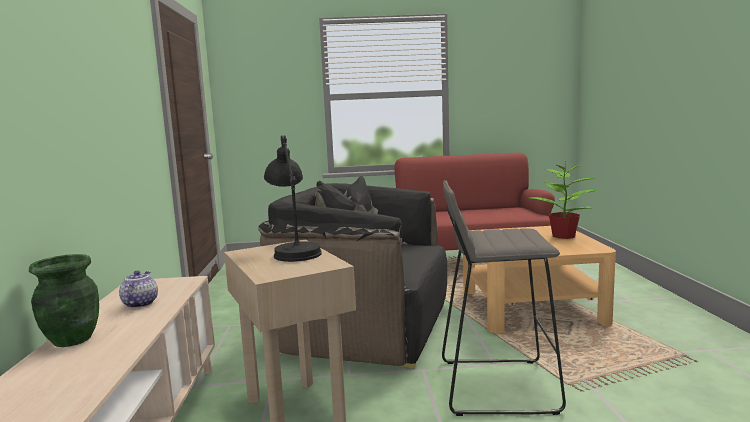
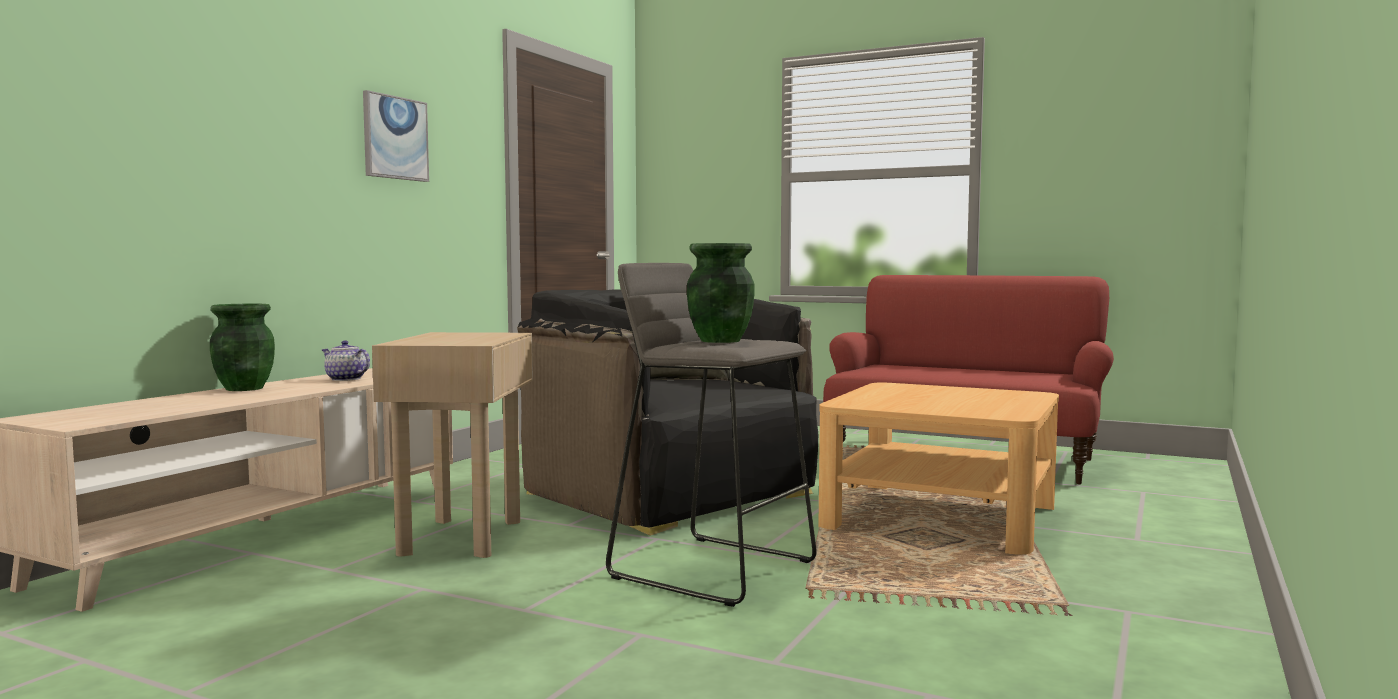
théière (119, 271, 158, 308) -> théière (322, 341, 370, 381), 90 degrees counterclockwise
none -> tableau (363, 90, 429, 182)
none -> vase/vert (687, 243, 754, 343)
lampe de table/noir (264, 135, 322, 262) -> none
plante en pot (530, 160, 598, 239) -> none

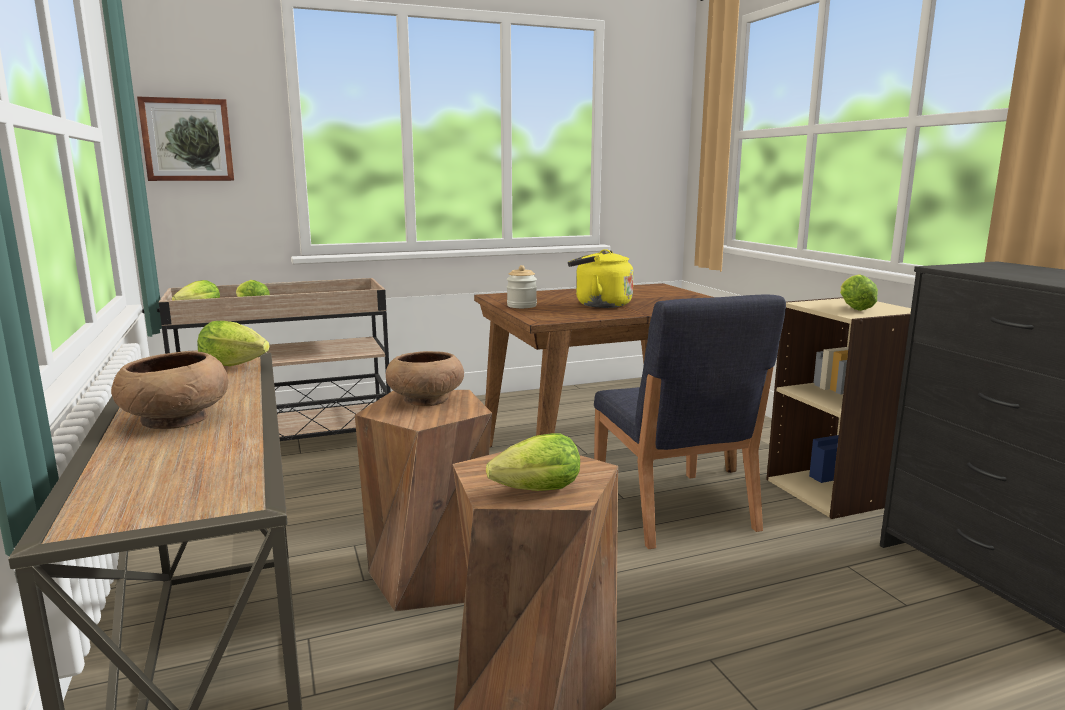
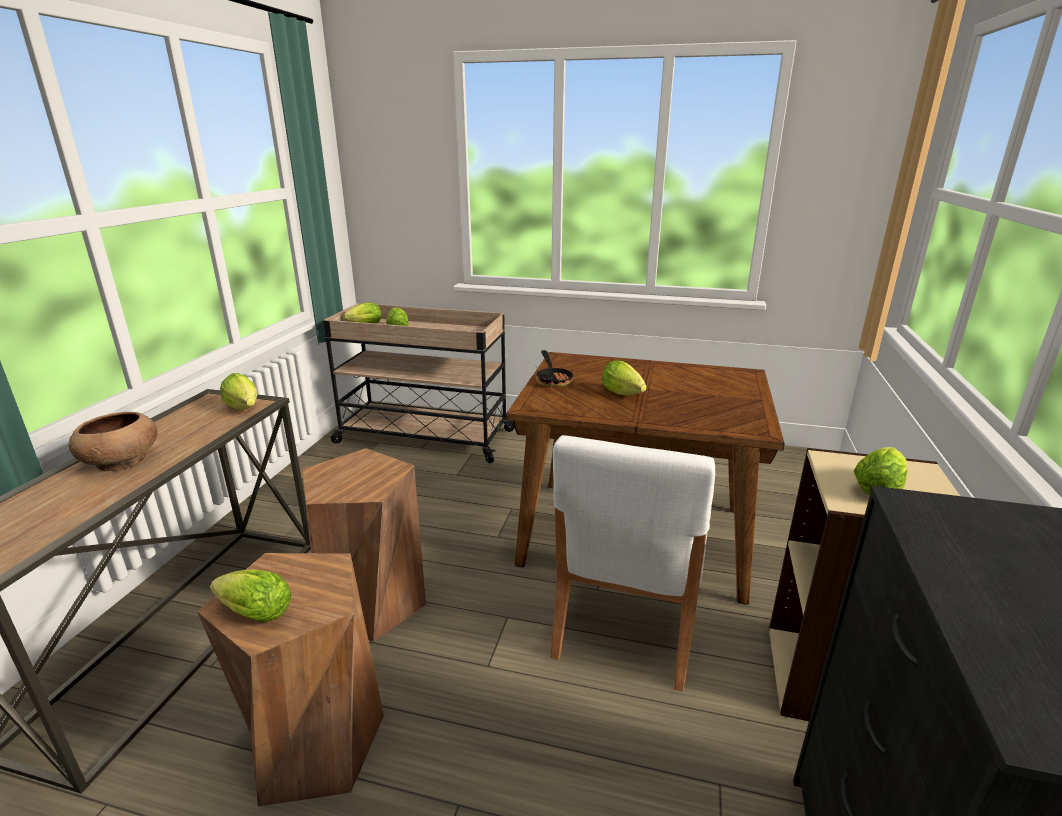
bocal (507, 265, 537, 308) -> poêle (535, 350, 573, 387)
chaise/bleu (594, 295, 786, 549) -> chaise/blanc (551, 435, 715, 692)
bouilloire/jaune (568, 249, 634, 308) -> laitue (601, 360, 647, 396)
tableau (137, 96, 234, 181) -> none
bol/marron (386, 351, 464, 406) -> none

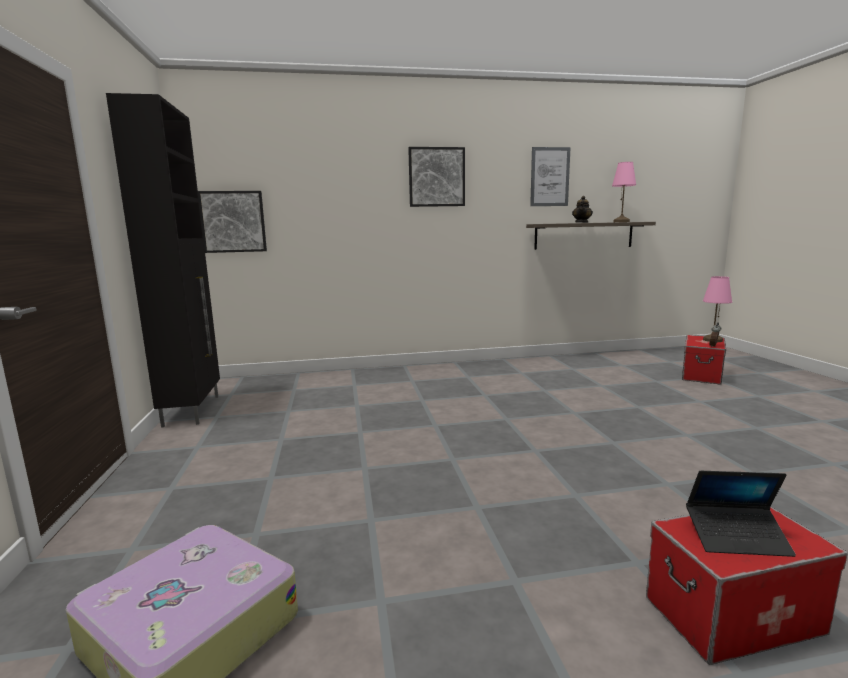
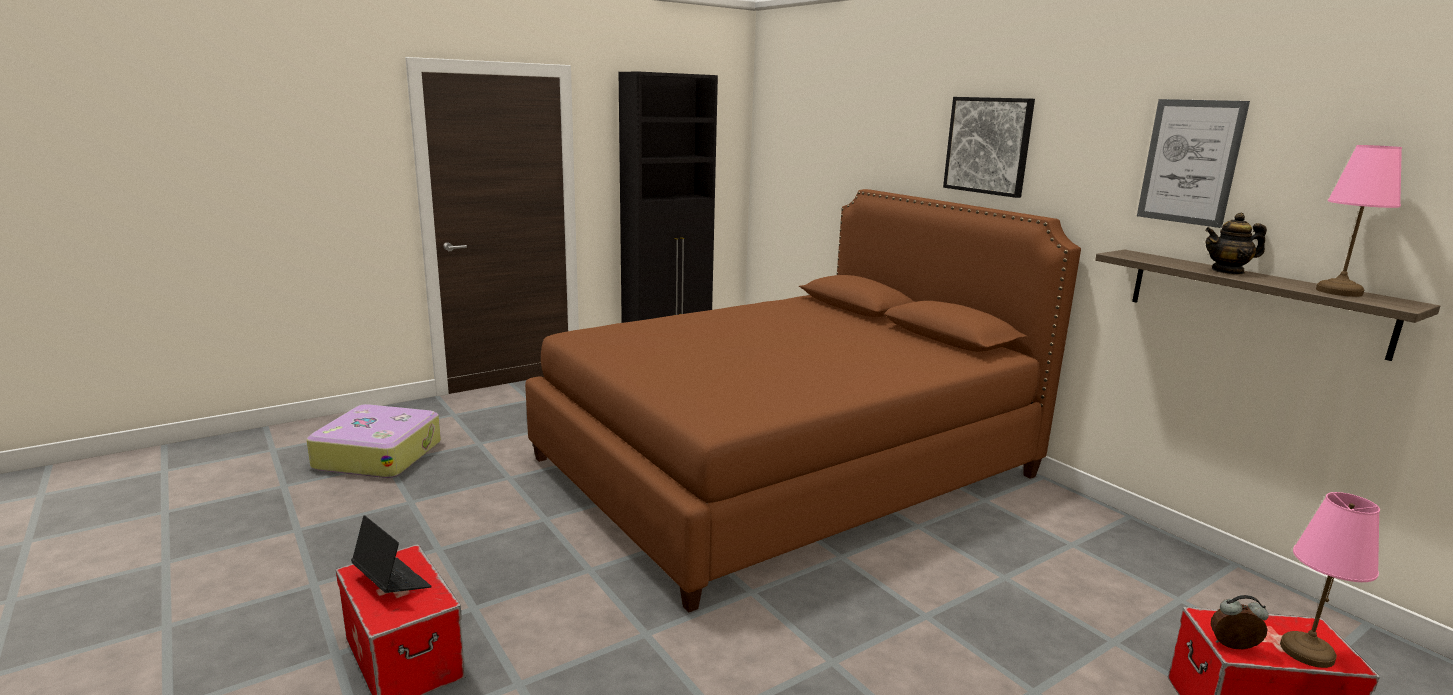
ordinateur portable (686, 471, 796, 557) -> ordinateur portable (351, 515, 432, 593), 150 degrees clockwise
none -> lit/marron (525, 189, 1081, 613)
tableau (198, 191, 267, 253) -> none

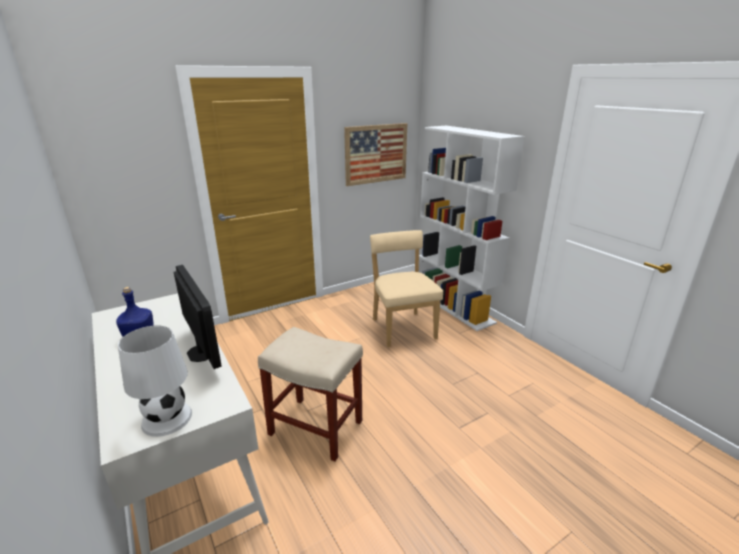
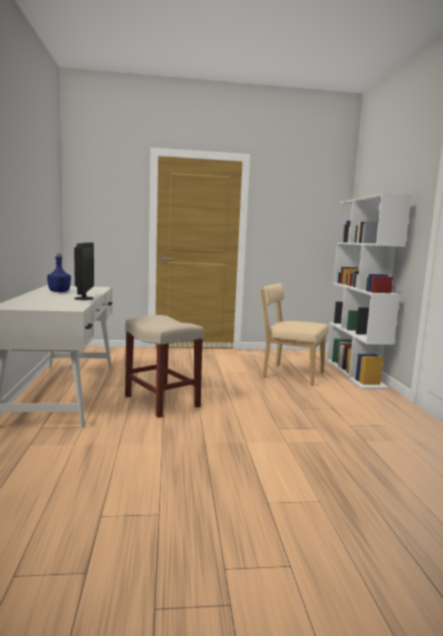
chaise/beige (370, 230, 443, 347) -> chaise/beige (261, 283, 328, 386), 75 degrees counterclockwise
lampe de table/blanc (118, 325, 192, 437) -> none
tableau (344, 123, 407, 186) -> none

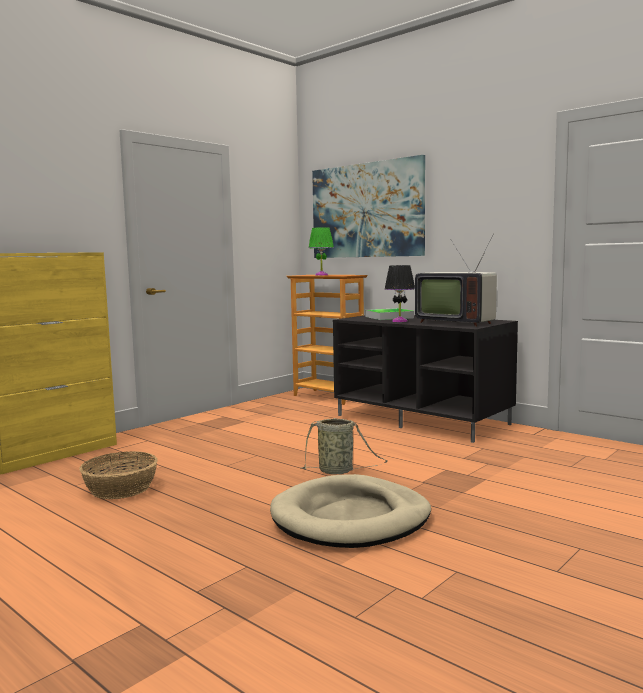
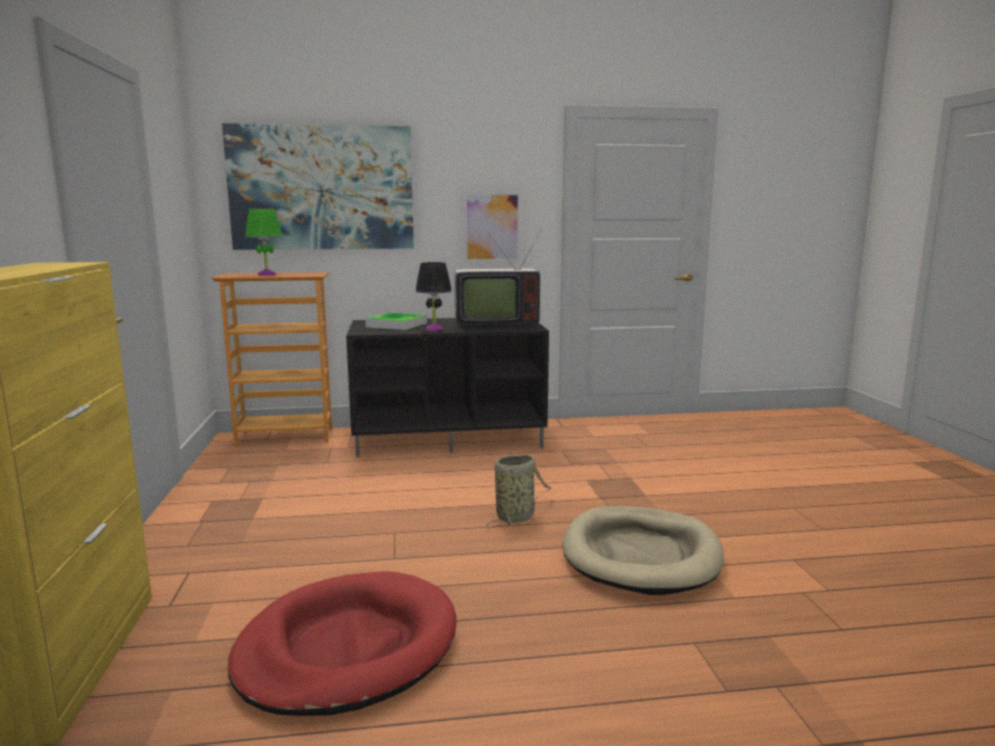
panier (79, 451, 158, 499) -> panier pour chien/rouge (228, 571, 457, 716)
none -> tableau (463, 192, 521, 262)

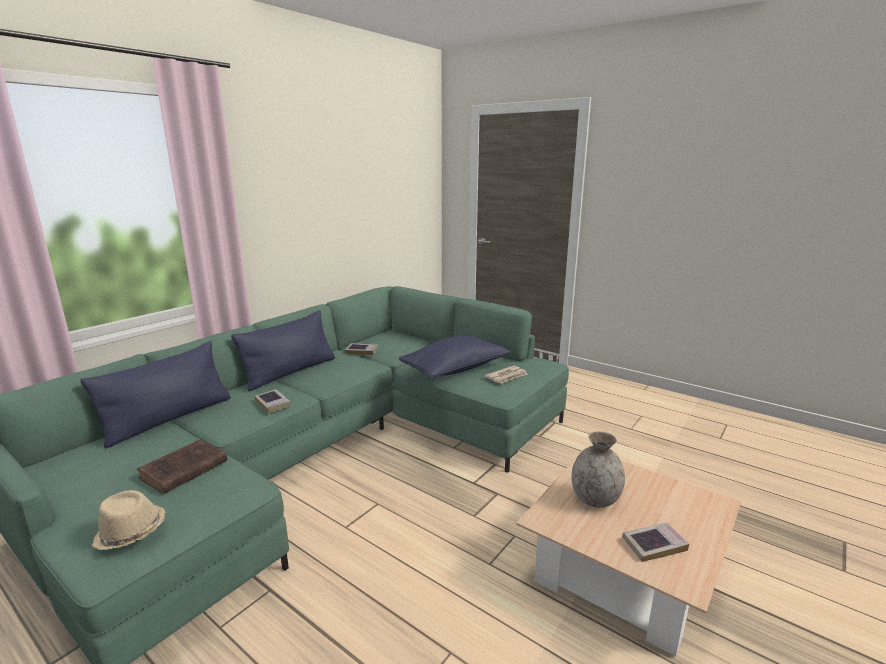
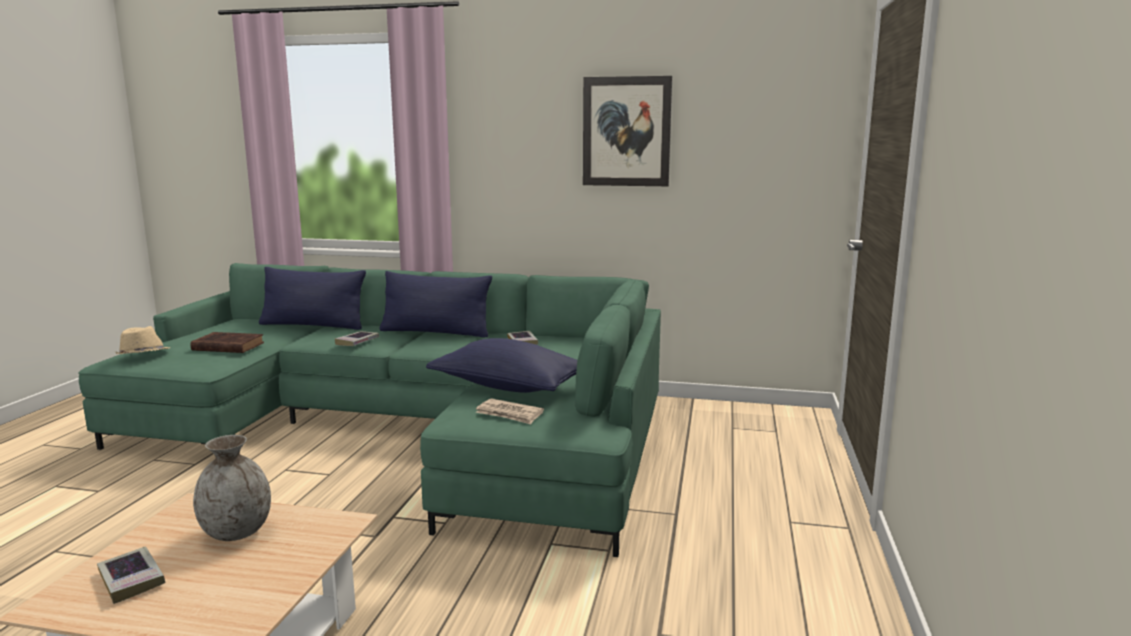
none -> tableau (583, 76, 672, 186)

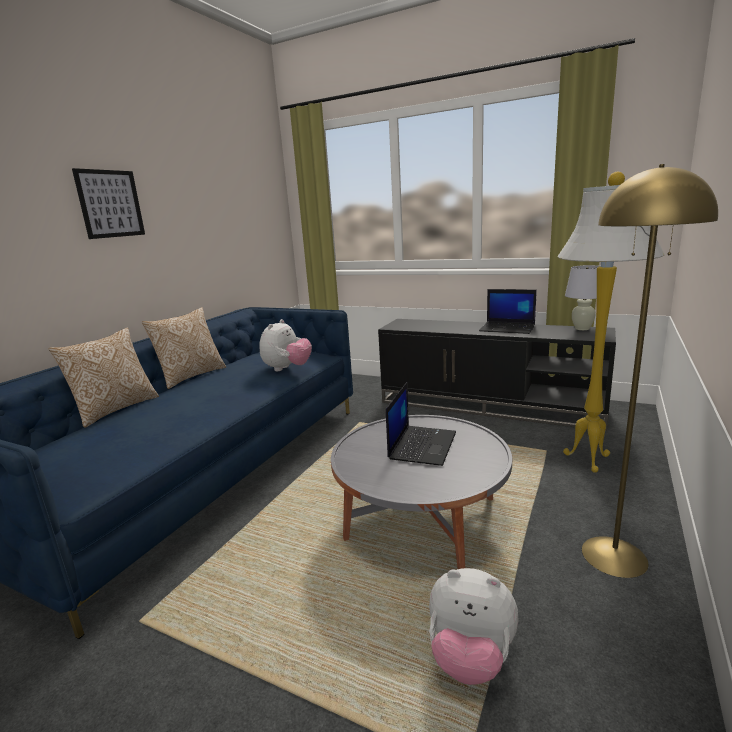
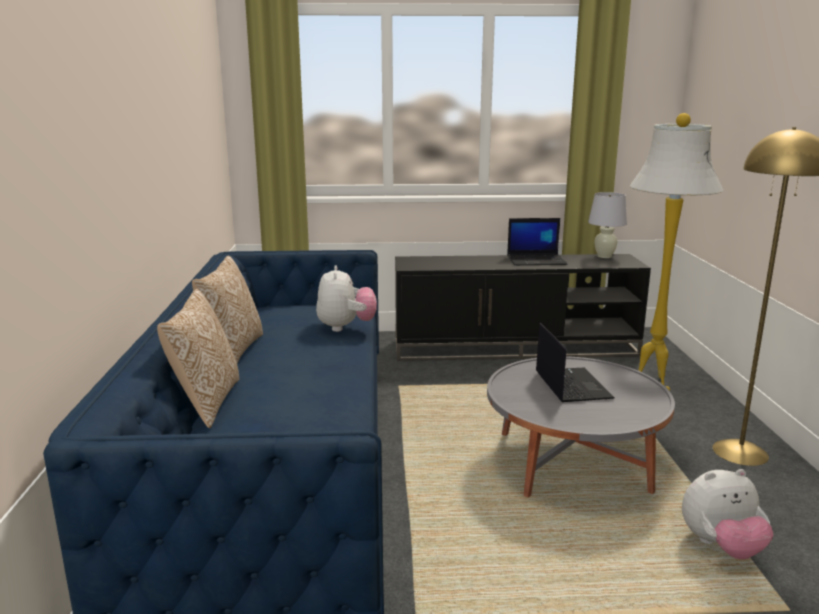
tableau (72, 168, 145, 239) -> none

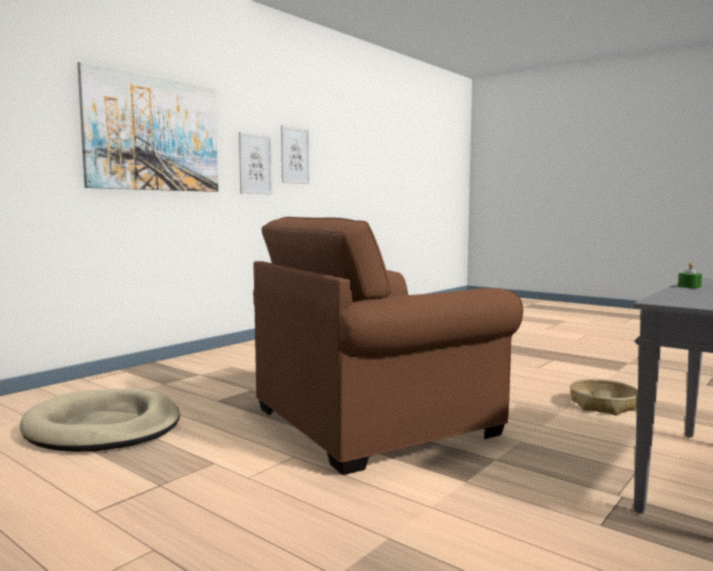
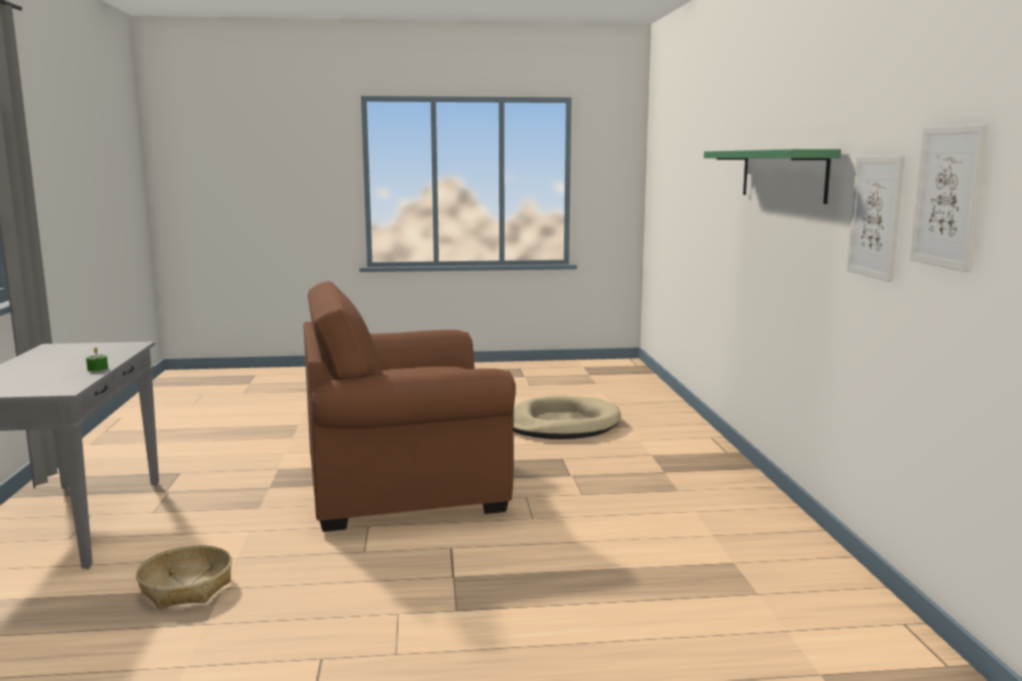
fauteuil/marron (253, 217, 523, 475) -> fauteuil/marron (304, 281, 516, 532), 120 degrees counterclockwise
tableau (77, 62, 218, 192) -> étagère/vert (704, 149, 841, 204)

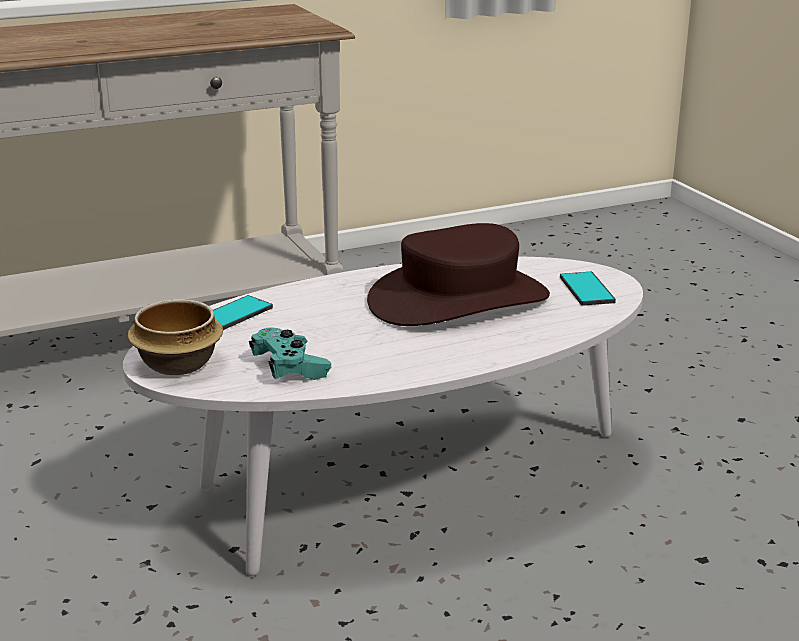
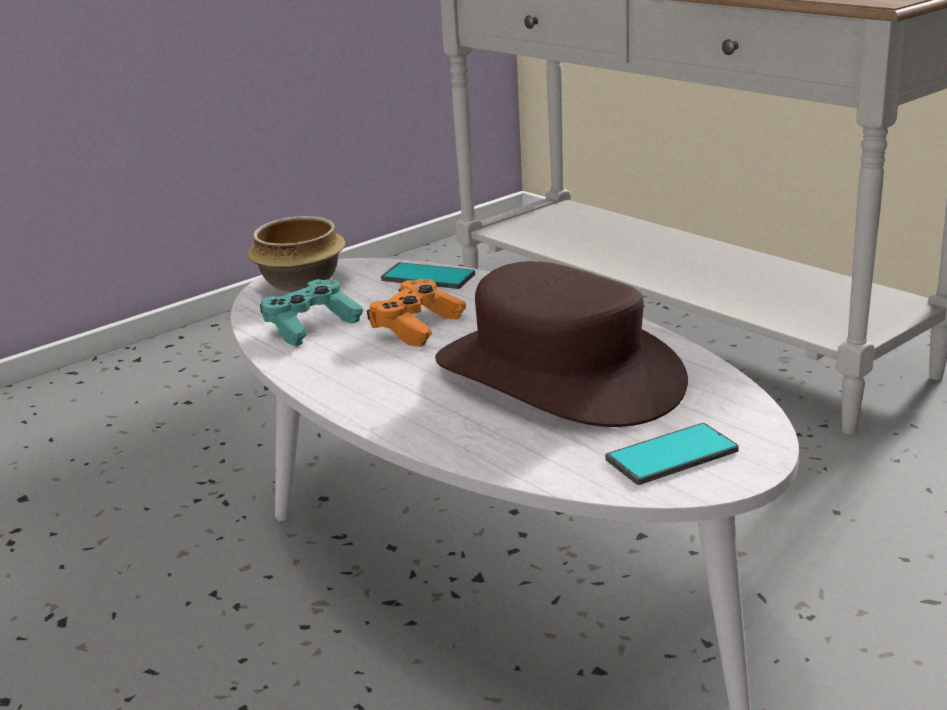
none -> manette/orange (367, 279, 466, 347)

